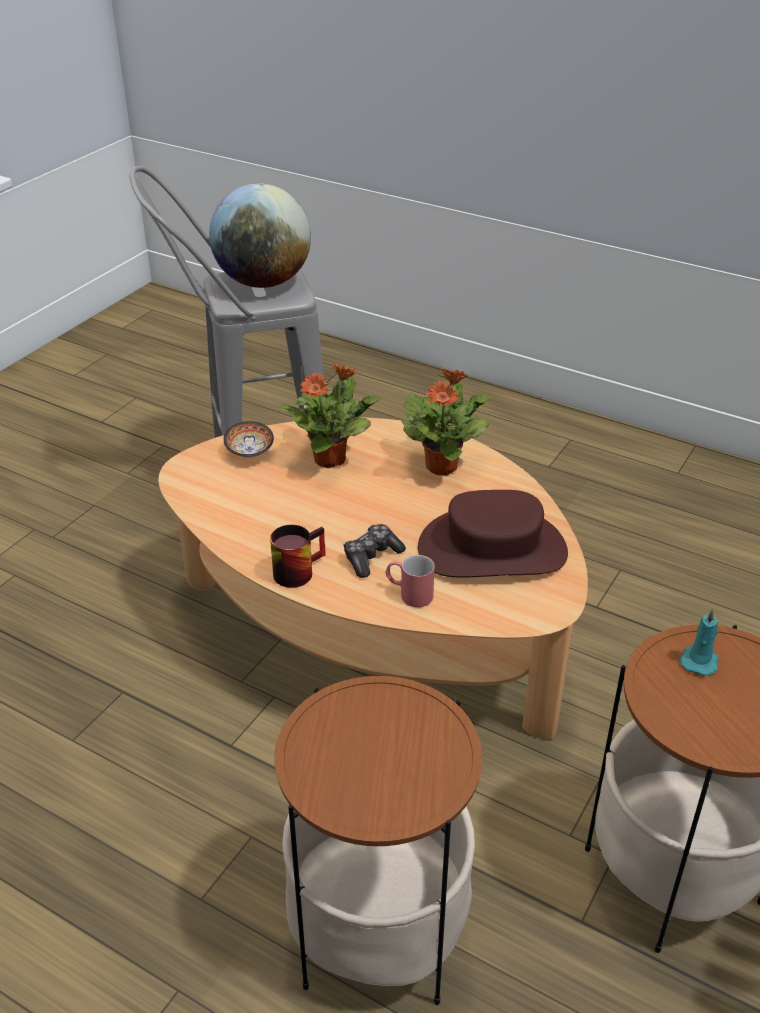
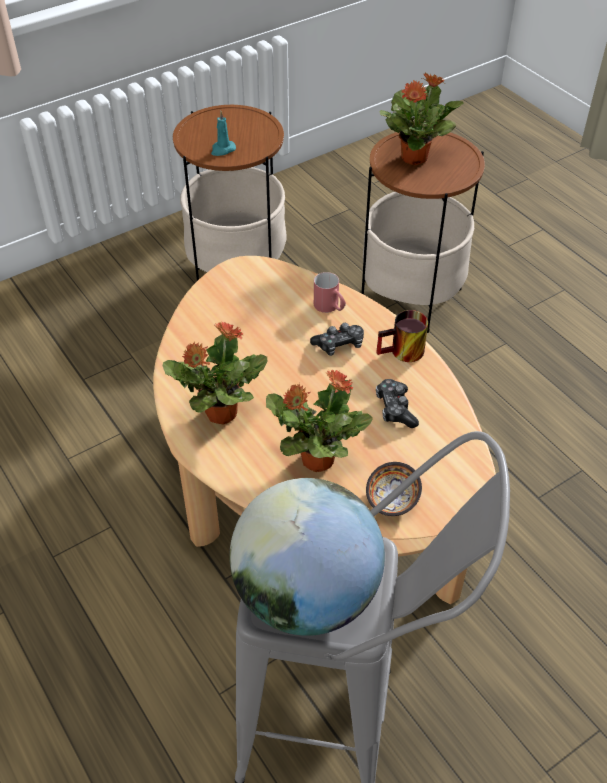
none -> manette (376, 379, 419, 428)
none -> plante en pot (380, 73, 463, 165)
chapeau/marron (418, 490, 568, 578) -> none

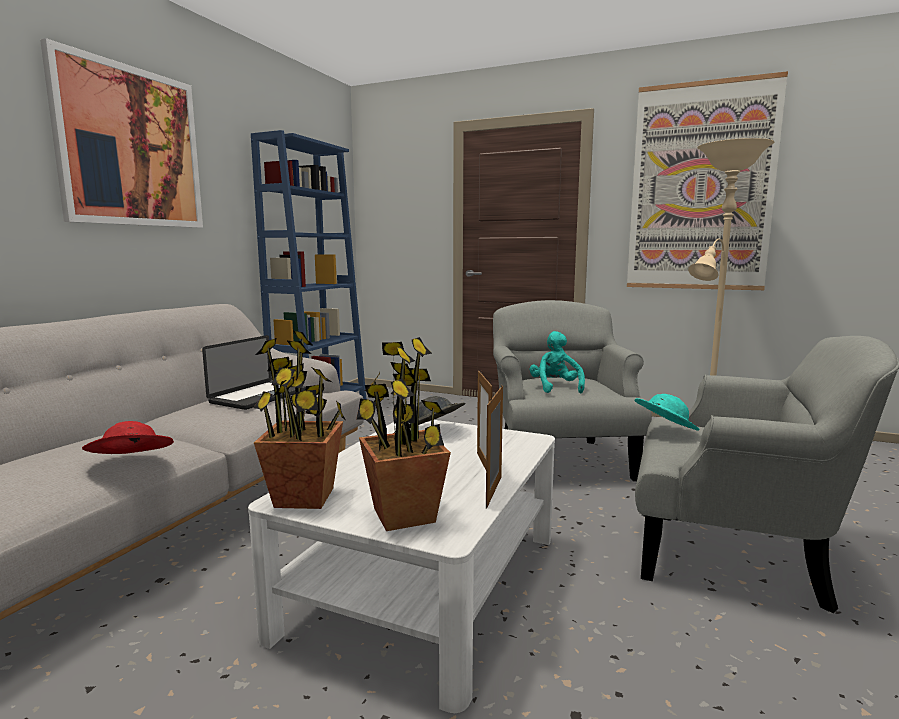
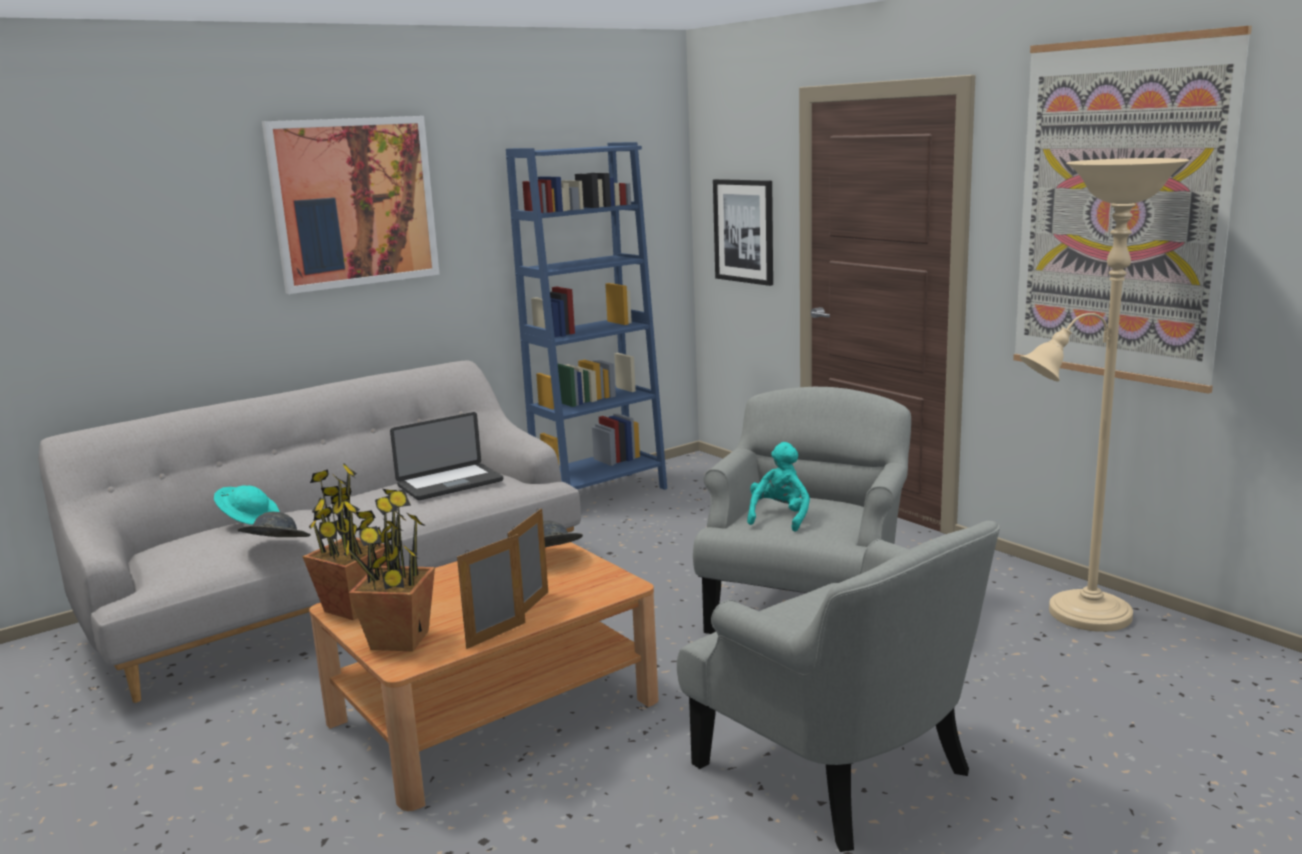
chapeau/turquoise (634, 394, 700, 431) -> chapeau/turquoise (214, 485, 280, 525), moved
chapeau/rouge (82, 421, 174, 454) -> chapeau/gris (237, 512, 311, 537)
table basse/blanc (248, 420, 555, 713) -> table basse/marron (309, 542, 658, 811)
none -> tableau (713, 179, 773, 286)

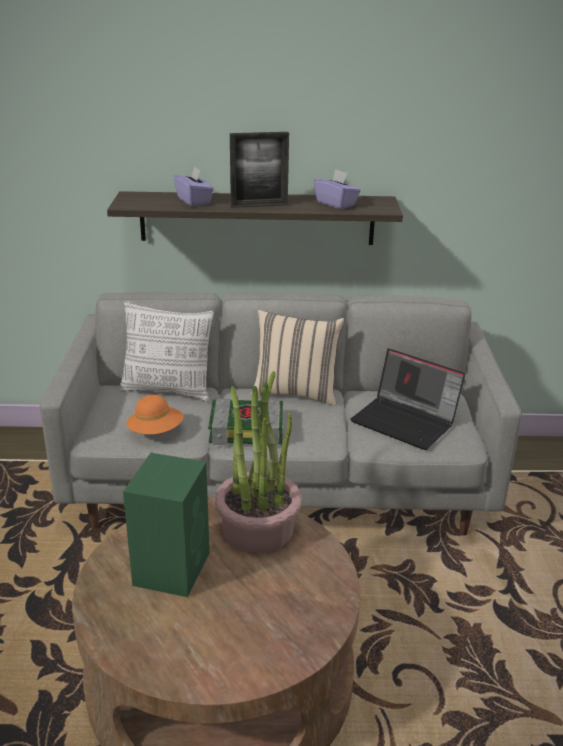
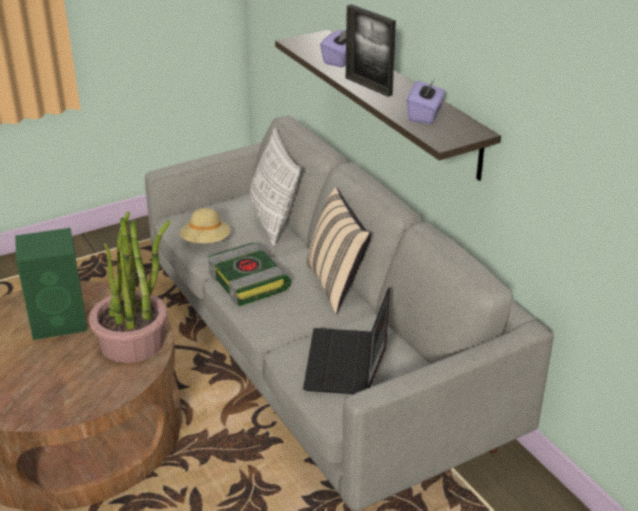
chapeau/orange (126, 395, 184, 435) -> chapeau/beige (180, 208, 231, 243)

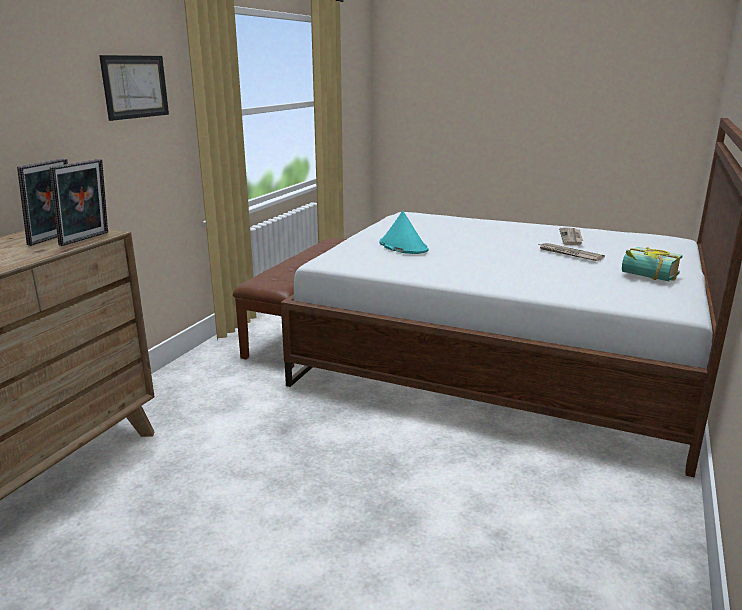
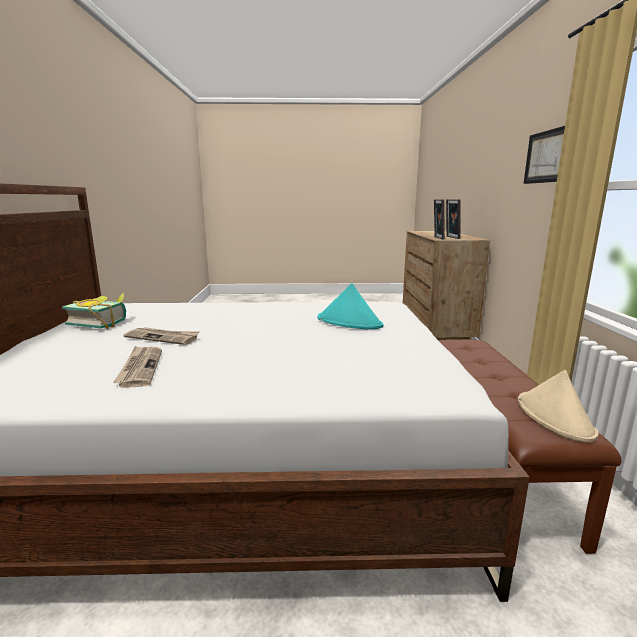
none -> chapeau/beige (518, 370, 599, 442)

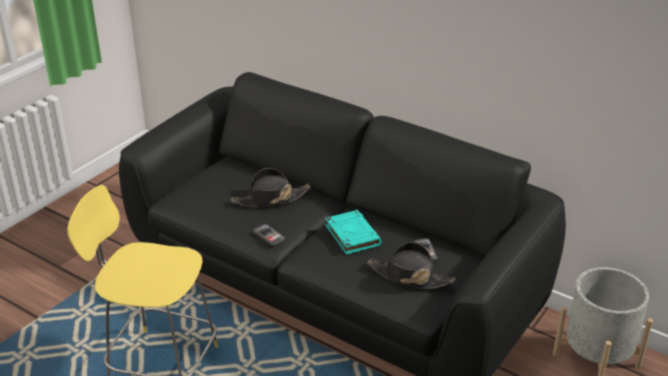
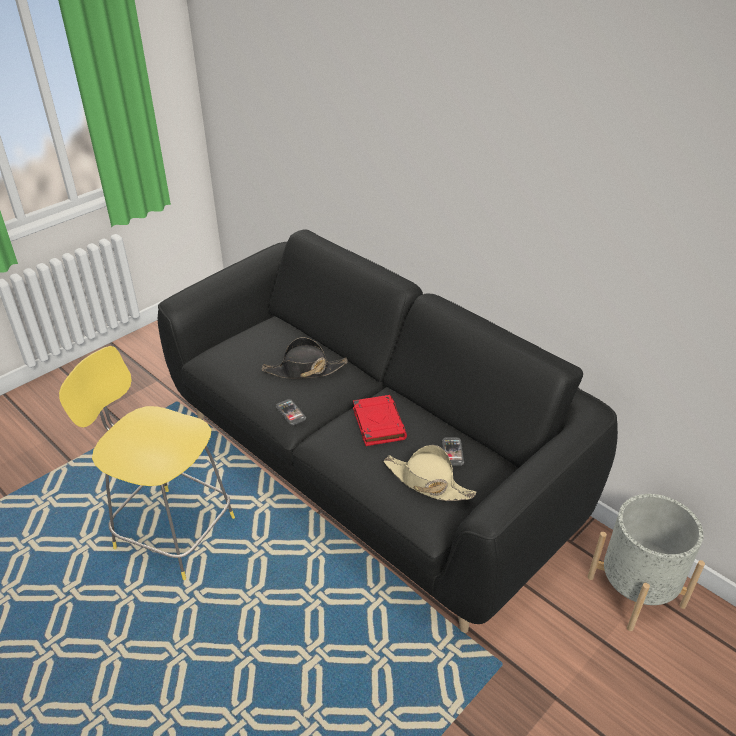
livre/turquoise (325, 210, 382, 255) -> livre/rouge (353, 395, 407, 446)
chapeau/noir (367, 242, 456, 289) -> chapeau/beige (383, 445, 477, 501)

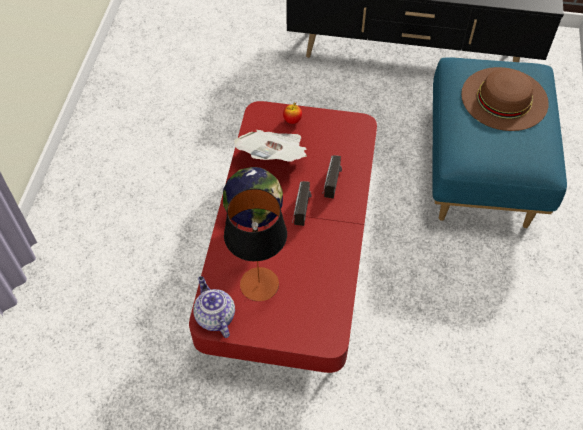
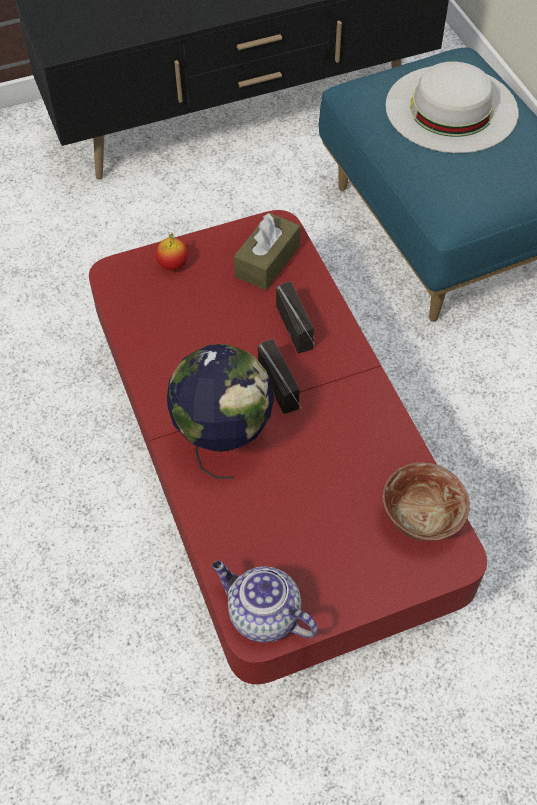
none -> boîte à mouchoirs/marron (234, 213, 300, 290)
none -> bol (382, 462, 470, 541)
chapeau/marron (461, 67, 549, 131) -> chapeau/blanc (385, 62, 518, 153)
lampe de table (224, 189, 287, 301) -> none
journal (234, 130, 307, 162) -> none

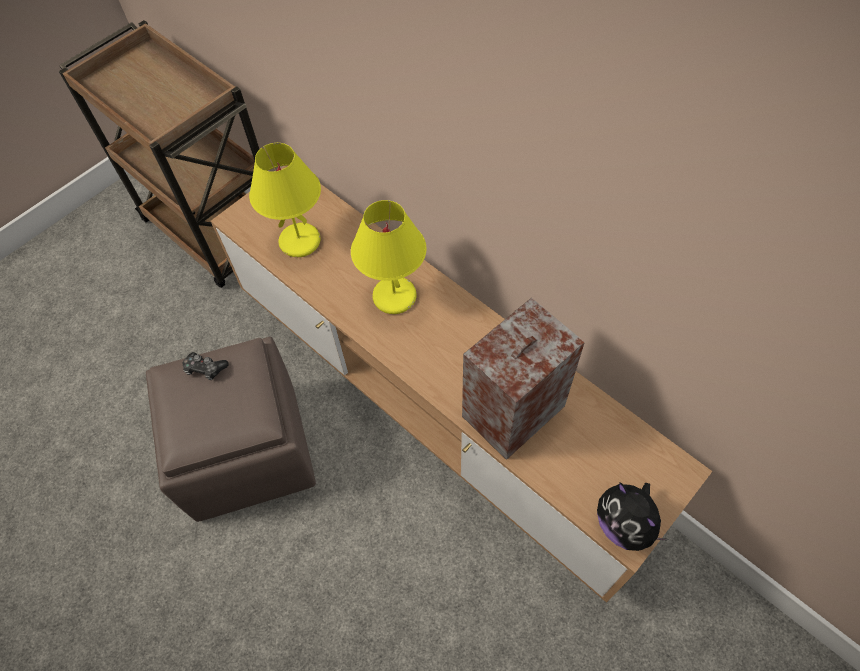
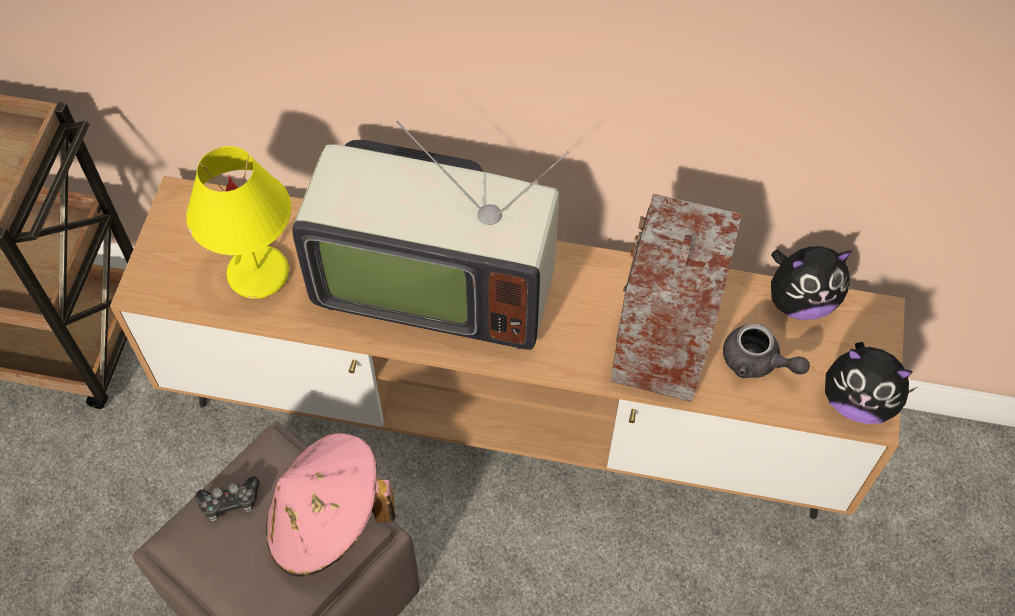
none -> chapeau/rose (266, 433, 396, 576)
lampe de table/jaune (351, 200, 427, 314) -> téléviseur (292, 121, 569, 350)
none -> théière/gris (723, 323, 810, 378)
none -> peluche (771, 246, 853, 320)

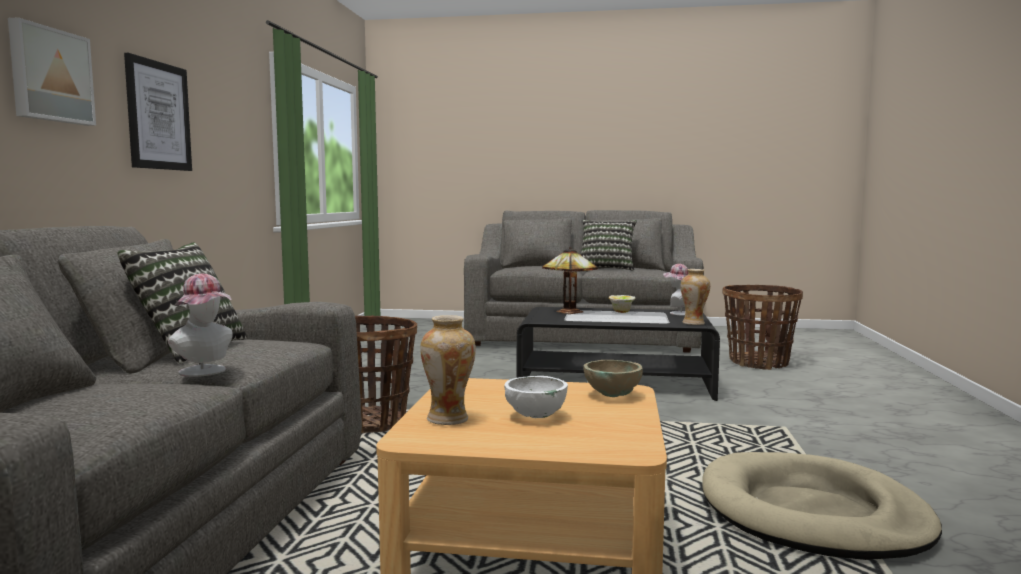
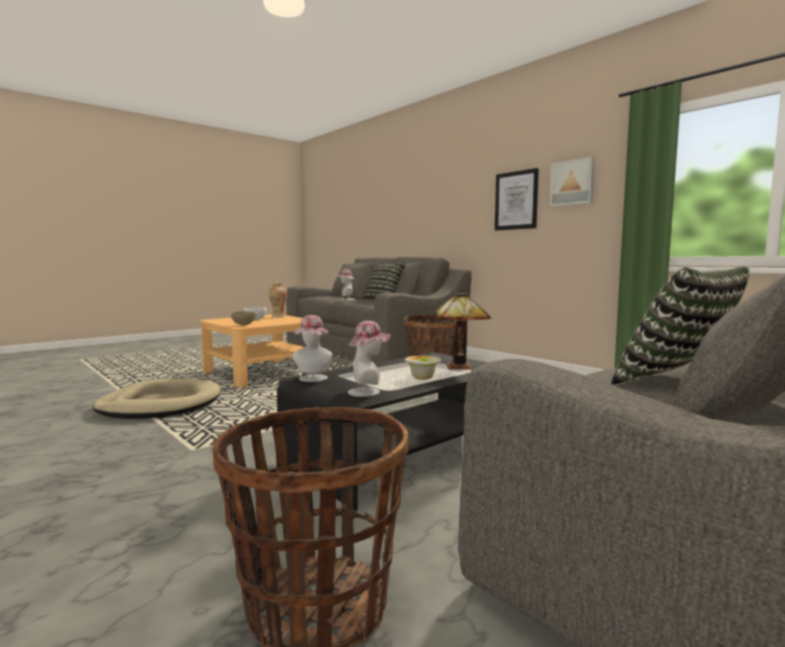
vase (681, 269, 710, 325) -> chapeau (292, 315, 334, 382)
tableau (8, 18, 96, 126) -> tableau (550, 157, 595, 207), moved

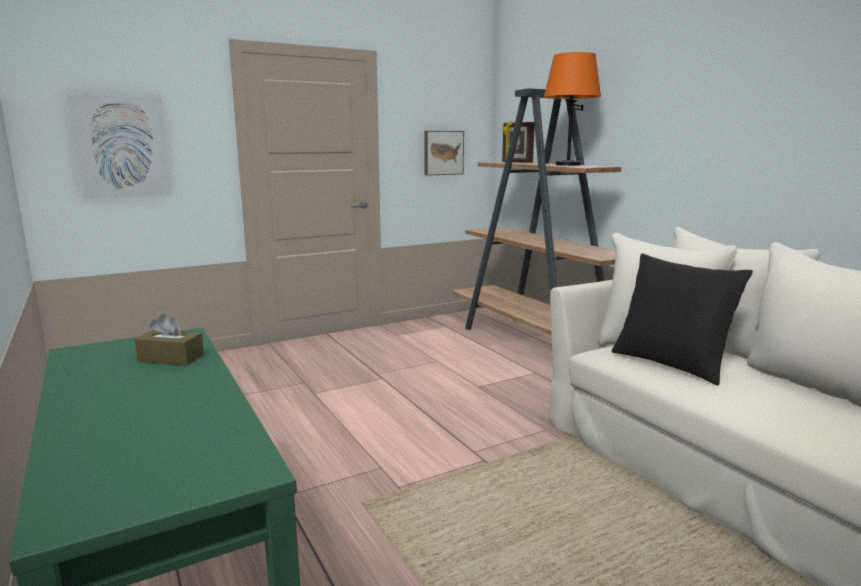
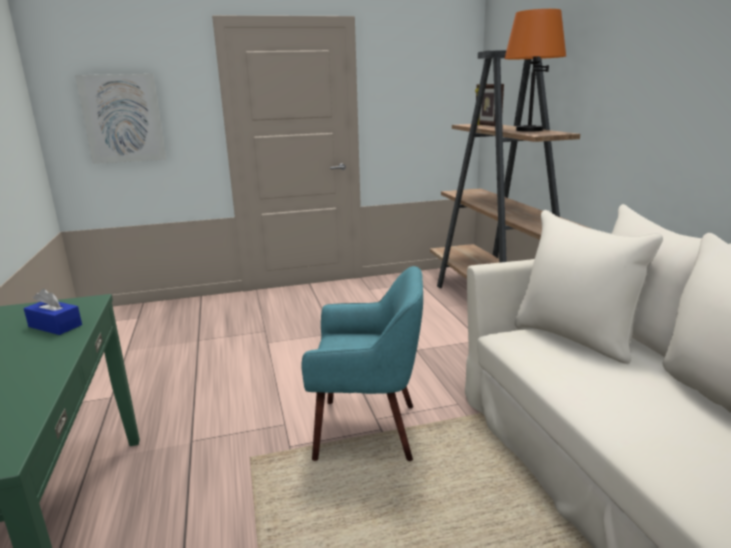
boîte à mouchoirs/marron (135, 314, 204, 366) -> boîte à mouchoirs/bleu (24, 289, 82, 335)
none -> fauteuil/turquoise (302, 266, 423, 461)
tableau (424, 131, 464, 176) -> none
coussin/noir (612, 254, 753, 386) -> none

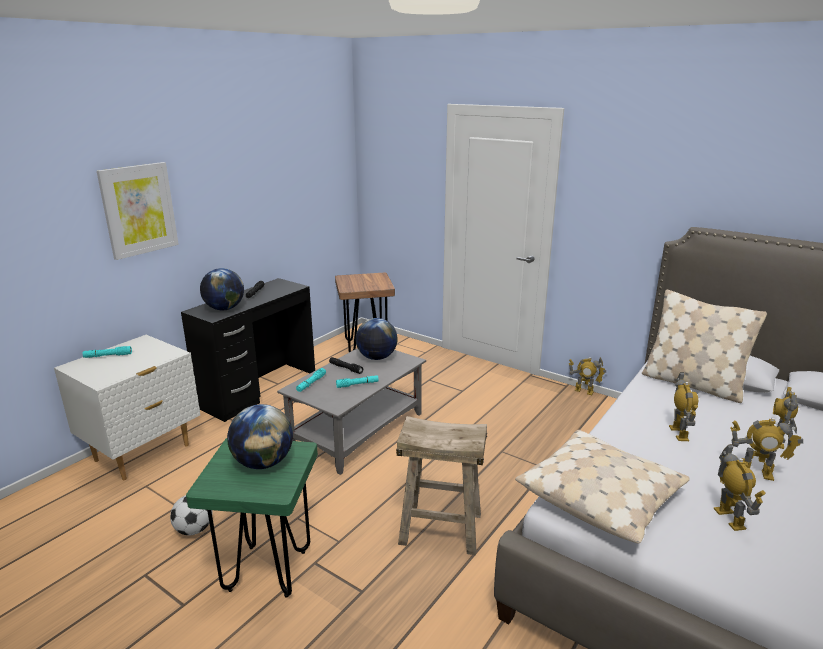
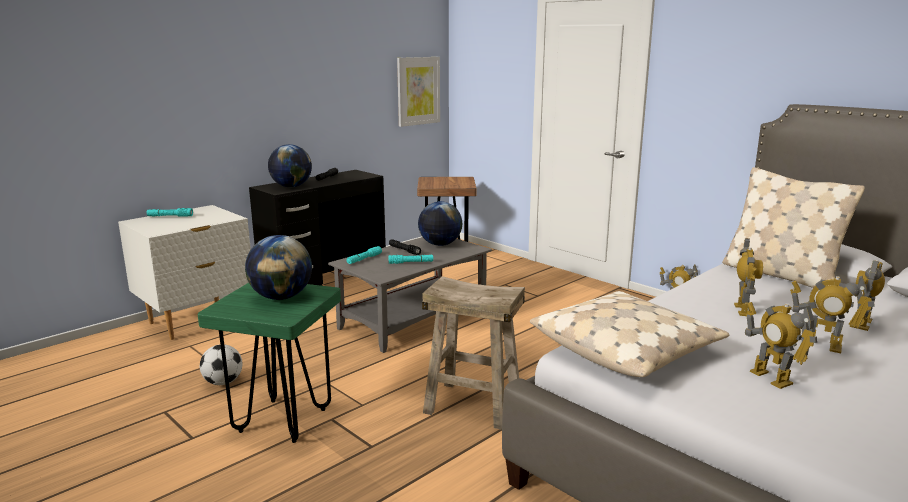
tableau (97, 162, 179, 260) -> tableau (397, 57, 440, 127), moved
robot jouet (714, 444, 766, 531) -> robot jouet (745, 302, 817, 389), 150 degrees clockwise

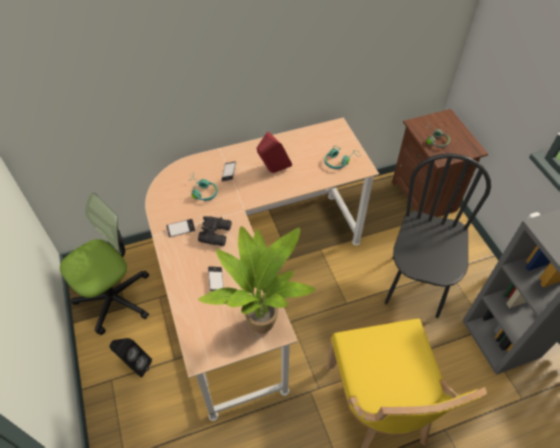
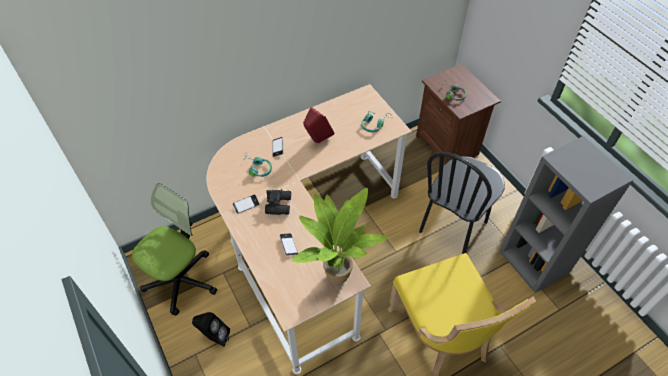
chaise/noir (385, 153, 491, 318) -> chaise/noir (419, 152, 505, 254), 150 degrees counterclockwise

